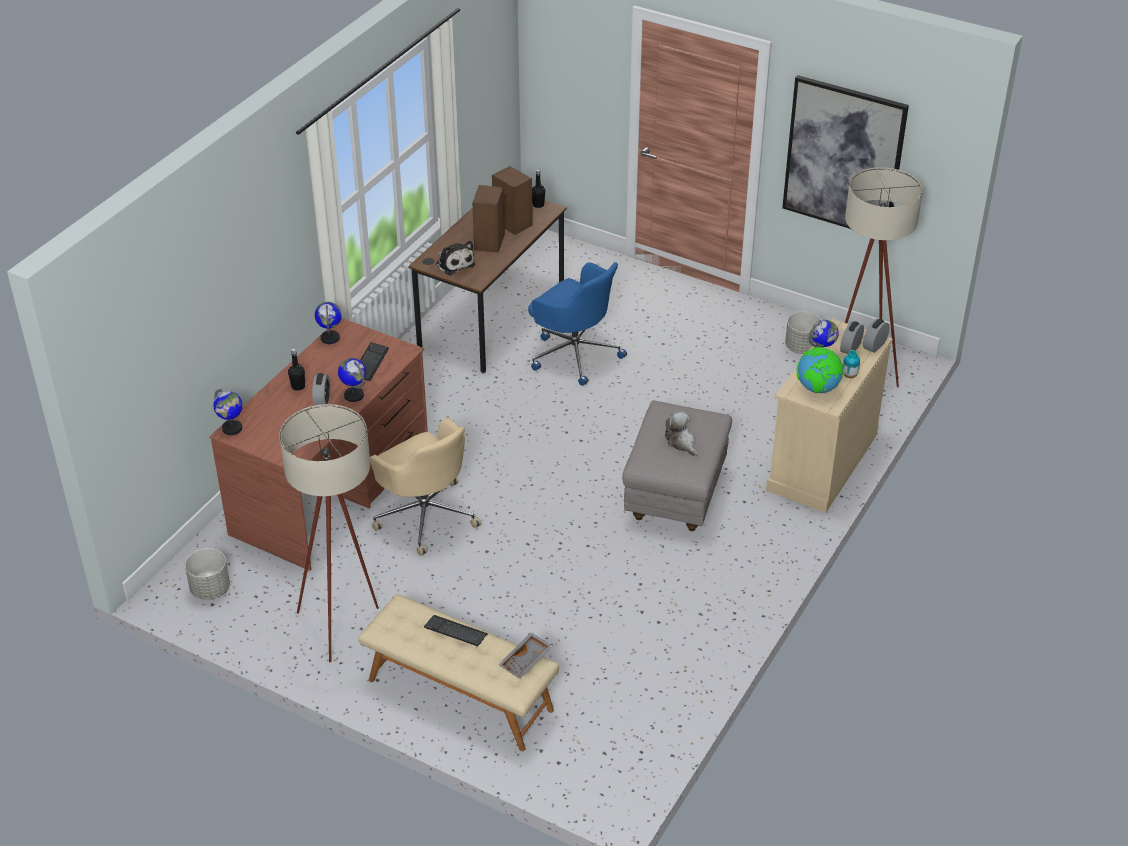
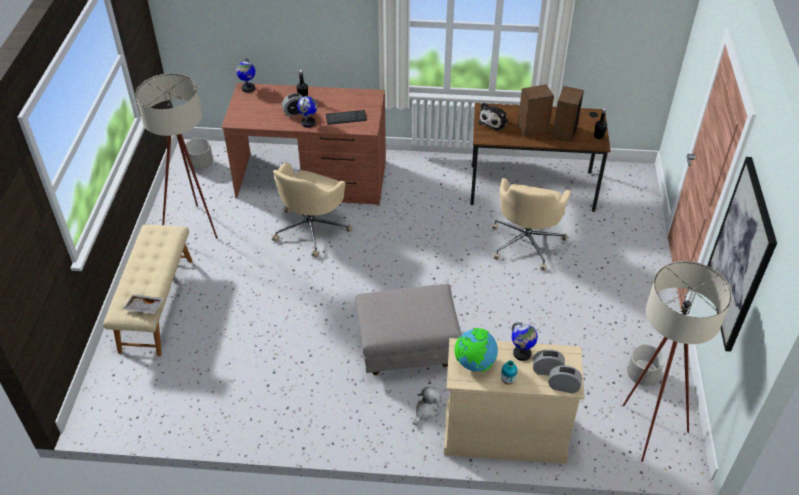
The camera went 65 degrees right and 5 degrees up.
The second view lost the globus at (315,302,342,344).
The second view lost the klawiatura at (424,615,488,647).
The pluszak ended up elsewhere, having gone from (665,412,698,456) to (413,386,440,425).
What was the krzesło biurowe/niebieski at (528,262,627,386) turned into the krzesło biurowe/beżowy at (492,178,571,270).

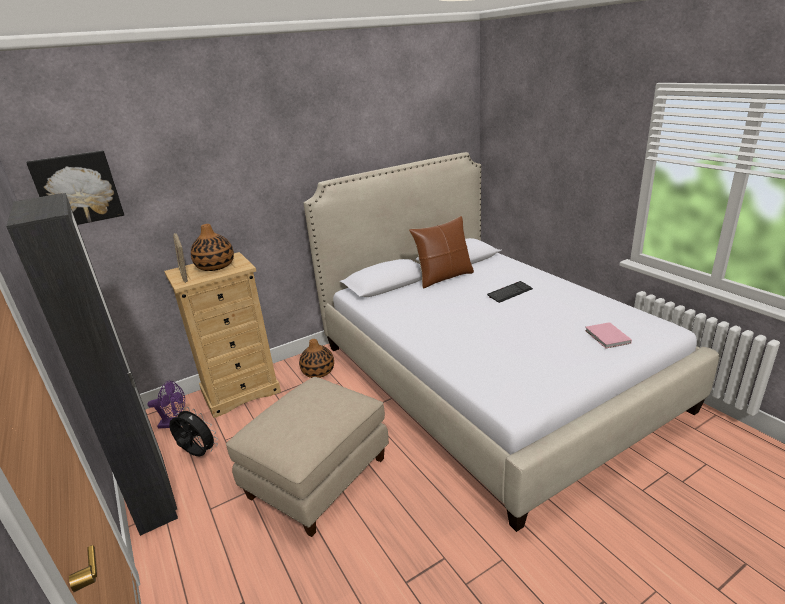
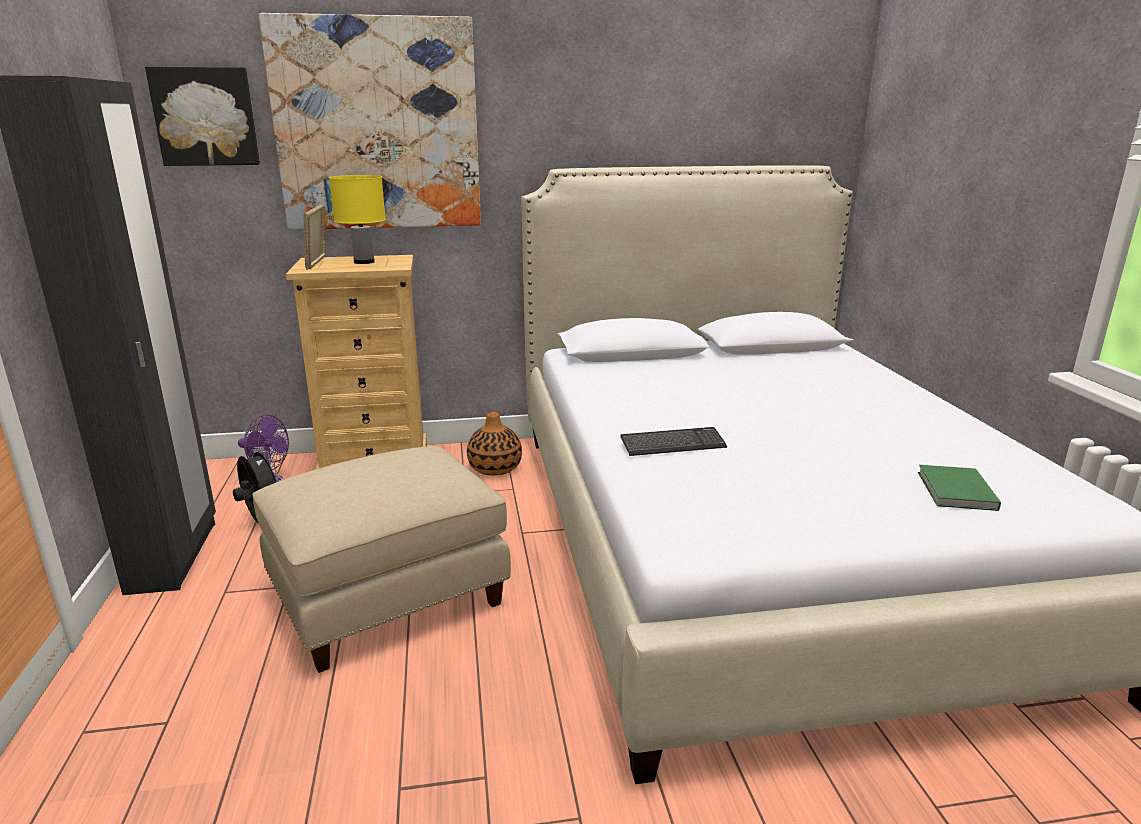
The camera went 20 degrees right and 5 degrees down.
The second view lost the poduszka/brązowy at (409,216,474,289).
The second view gained the obraz at (258,13,481,230).
The klawiatura ended up elsewhere, having gone from (487,281,533,303) to (620,427,727,456).
Where the wazon stood at (191,224,234,271), the lampa stołowa/żółty came to stand at (329,175,386,264).
What was the książka/różowy at (585,322,632,349) turned into the książka/zielony at (918,465,1001,511).

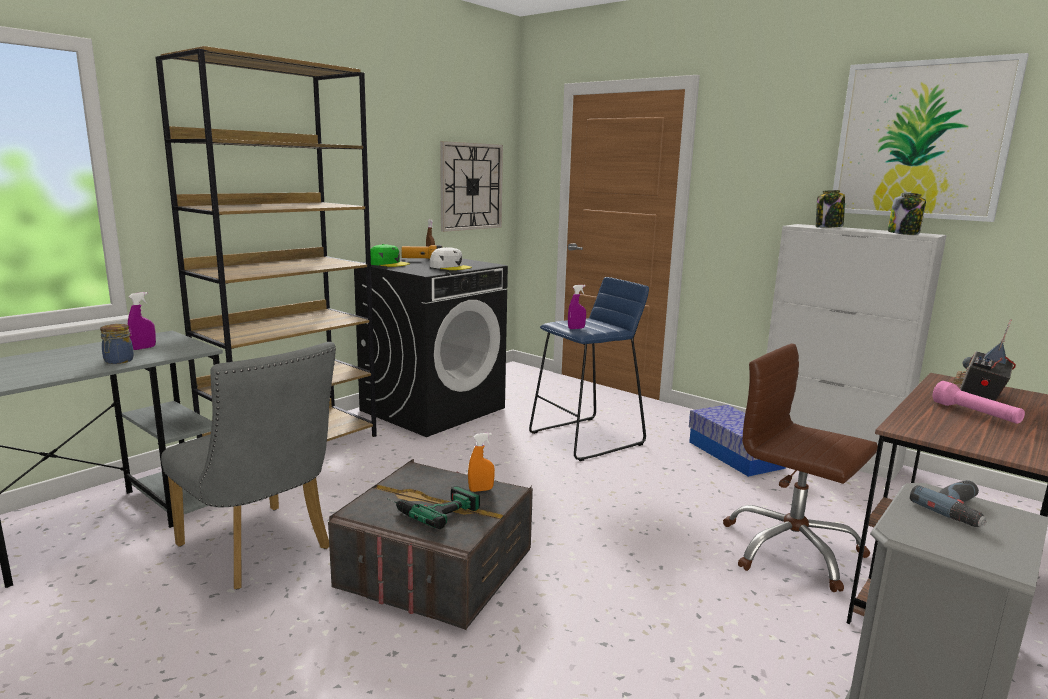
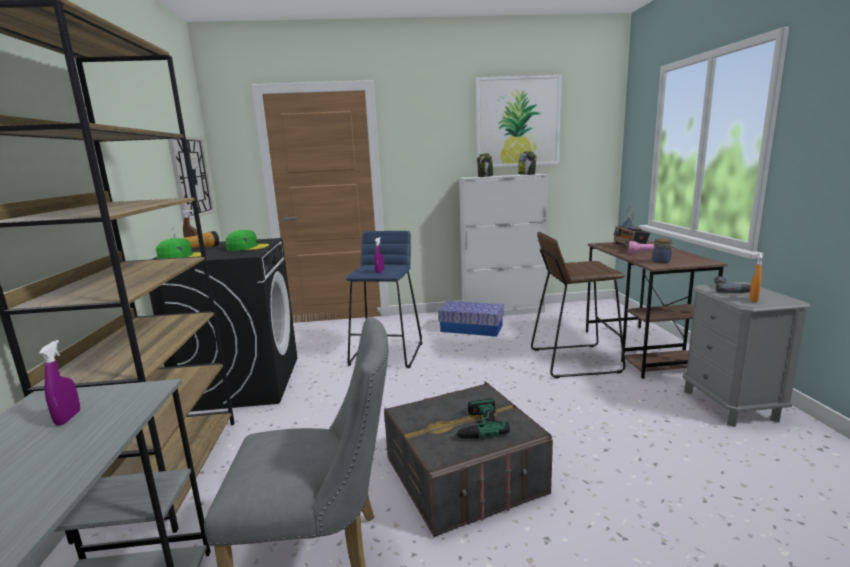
The camera went 45 degrees left and 0 degrees up.
The słoik ended up elsewhere, having gone from (100,324,134,364) to (652,239,674,264).
The spryskiwacz/pomarańczowy ended up elsewhere, having gone from (468,433,495,492) to (749,253,762,302).
Where the krzesło biurowe/brązowy stood at (723,343,878,592), the stołek/brązowy came to stand at (531,232,625,378).
What was the czapka z daszkiem/biały at (430,247,472,270) turned into the czapka z daszkiem/zielony at (226,230,269,251).

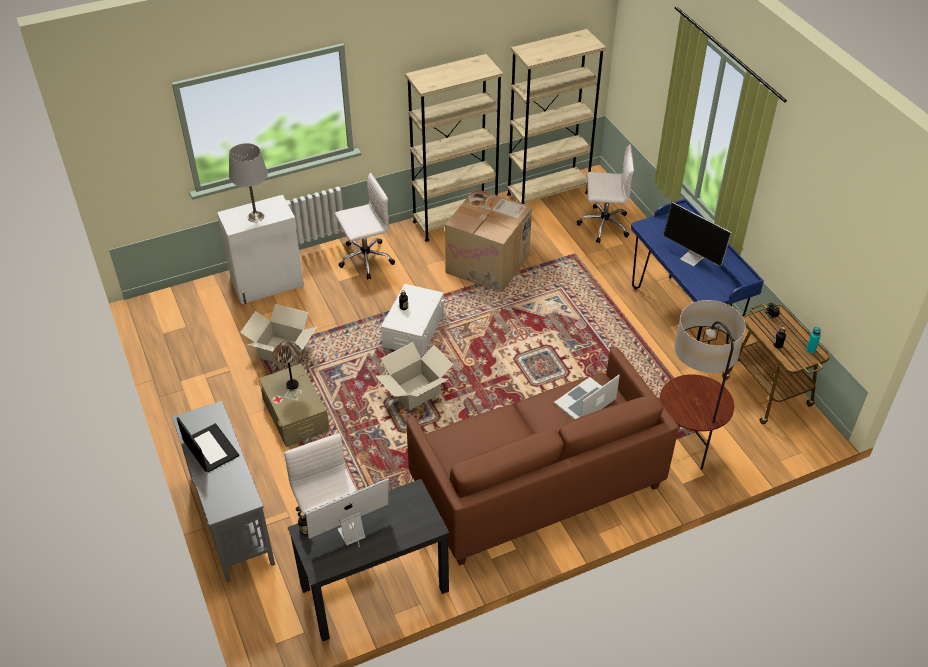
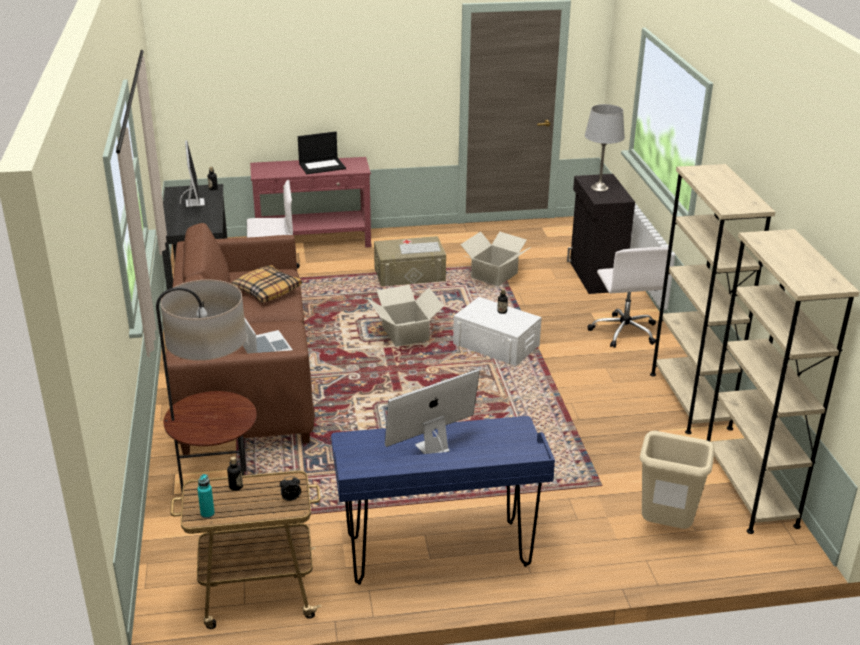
The camera went 105 degrees right and 15 degrees down.
The second view lost the karton at (445,189,532,292).
The second view gained the poduszka at (231,265,301,303).
Where the lampa stołowa stood at (273,341,301,390), the klawiatura came to stand at (399,242,441,254).
Where the krzesło biurowe/biały stood at (577,144,634,243), the kosz na śmieci/beżowy came to stand at (640,431,714,529).
What was the stolik konsolowy/szary at (172,401,275,583) turned into the stolik konsolowy/czerwony at (250,157,371,248).
What was the szafka/biały at (217,195,304,304) turned into the szafka/czarny at (567,174,635,294).

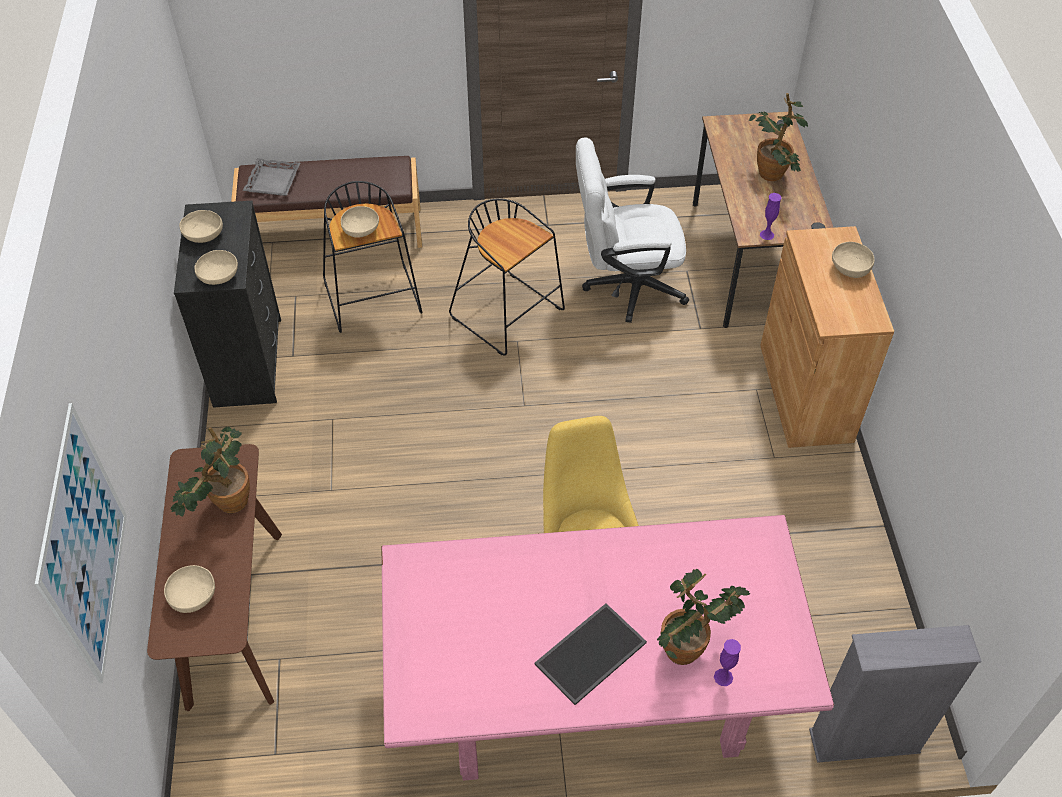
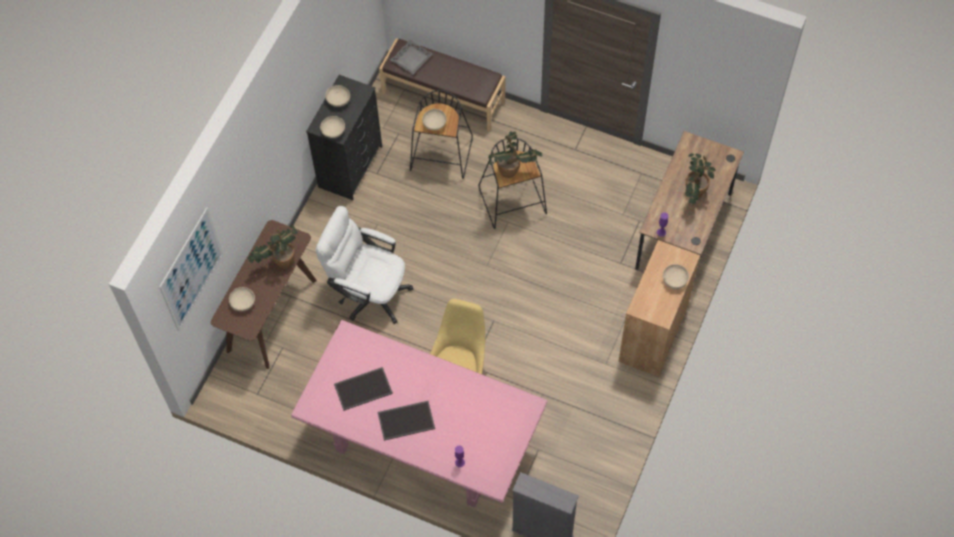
The camera went 30 degrees right and 10 degrees up.
The second view gained the taca at (334,367,393,411).
The krzesło biurowe/biały ended up elsewhere, having gone from (576,138,689,323) to (316,206,413,324).
The roślina doniczkowa ended up elsewhere, having gone from (657,569,750,665) to (489,131,543,178).

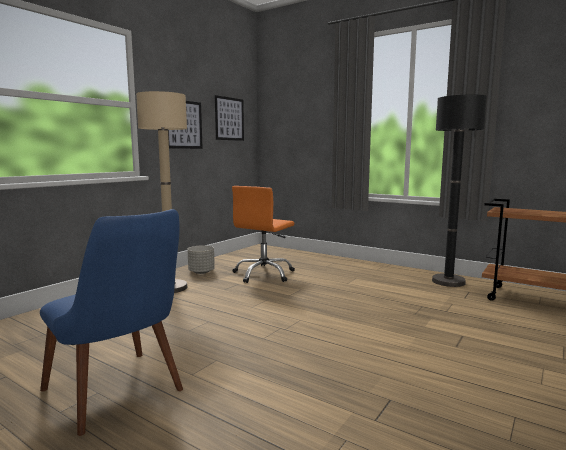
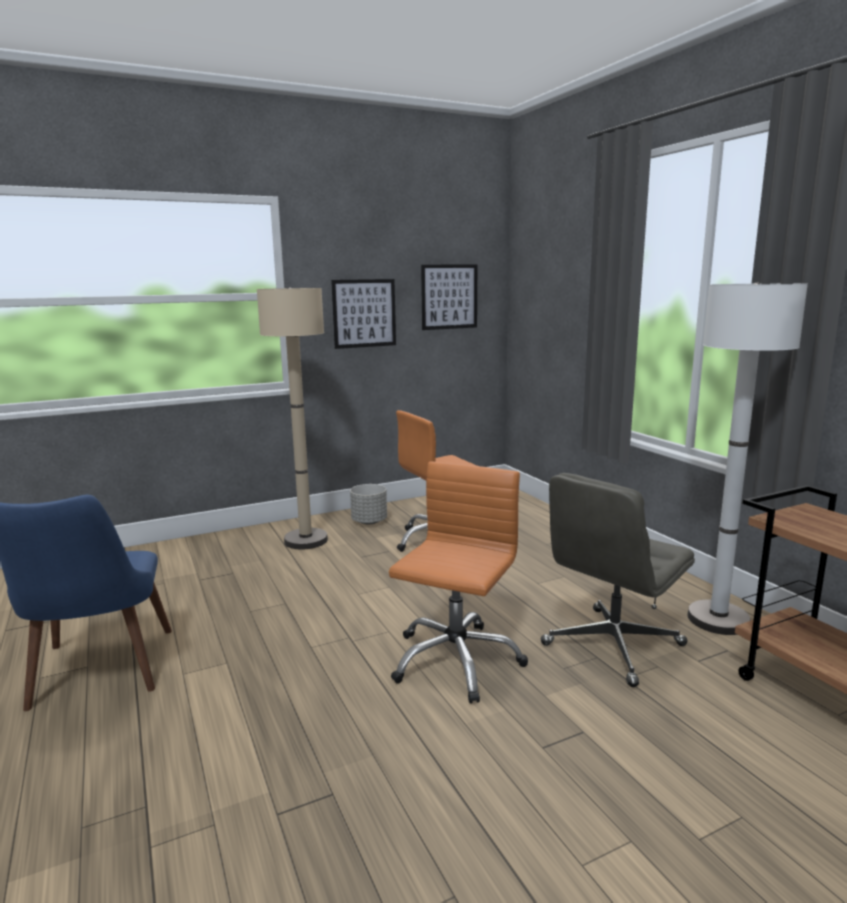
The camera went 30 degrees right and 5 degrees up.
The second view gained the krzesło biurowe/pomarańczowy at (389,461,528,704).
The second view gained the krzesło biurowe/szary at (541,473,695,687).
What was the lampa stojąca/czarny at (432,95,487,287) turned into the lampa stojąca/biały at (688,283,808,635).

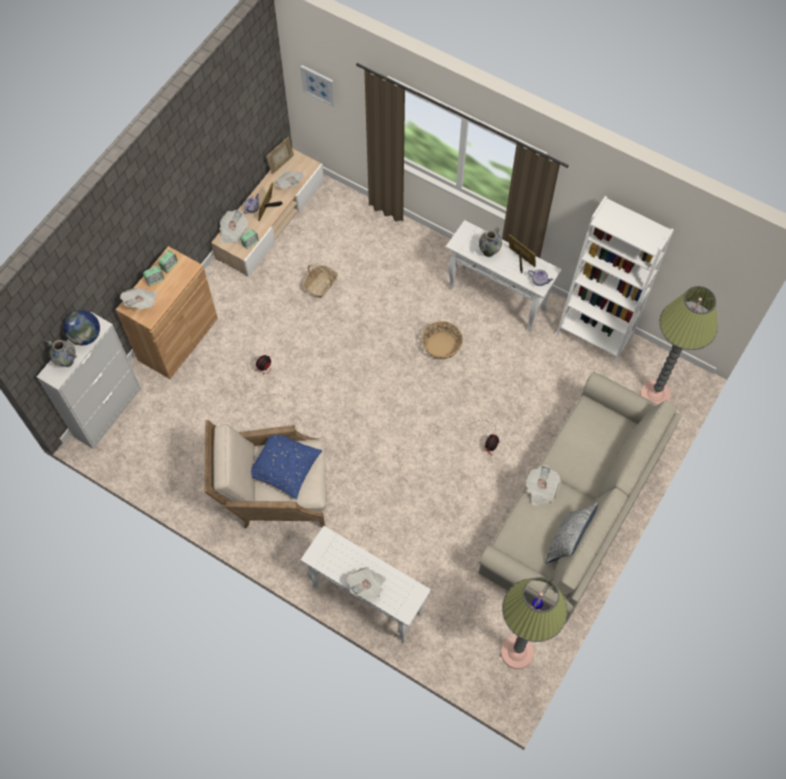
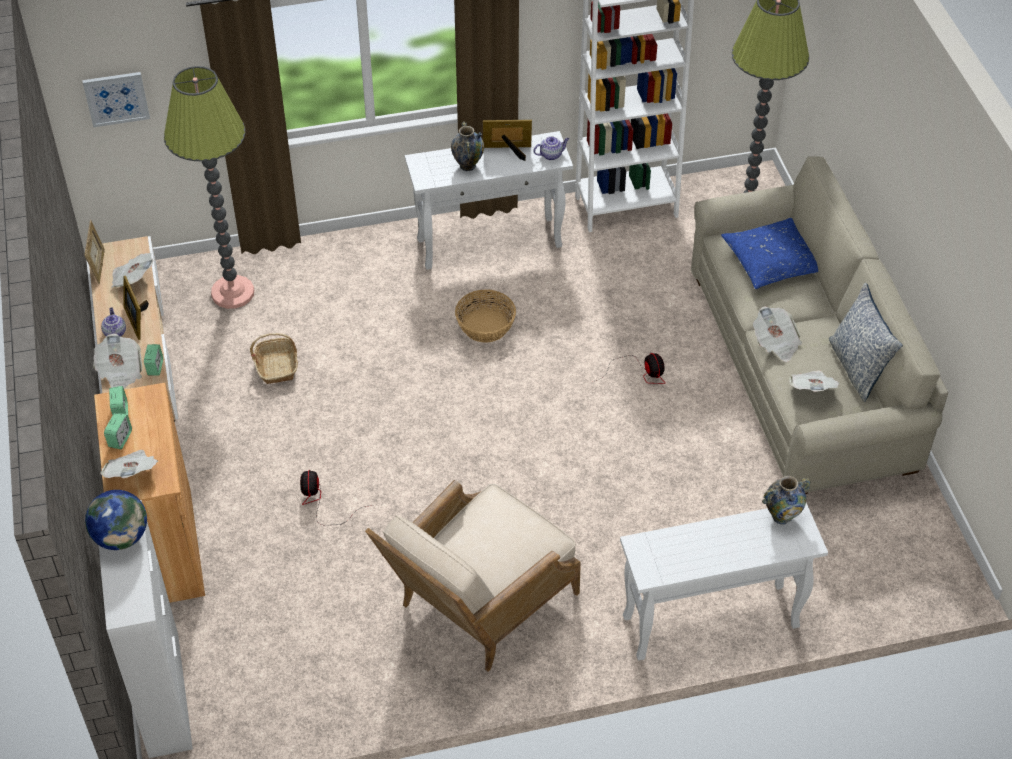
The camera went 45 degrees left and 15 degrees down.
The wazon ended up elsewhere, having gone from (46,340,77,367) to (762,476,811,525).
The poduszka/niebieski ended up elsewhere, having gone from (251,435,322,500) to (721,218,818,289).
The gazeta ended up elsewhere, having gone from (347,567,386,600) to (790,370,840,392).
The lampa stojąca ended up elsewhere, having gone from (501,577,567,669) to (164,66,254,309).

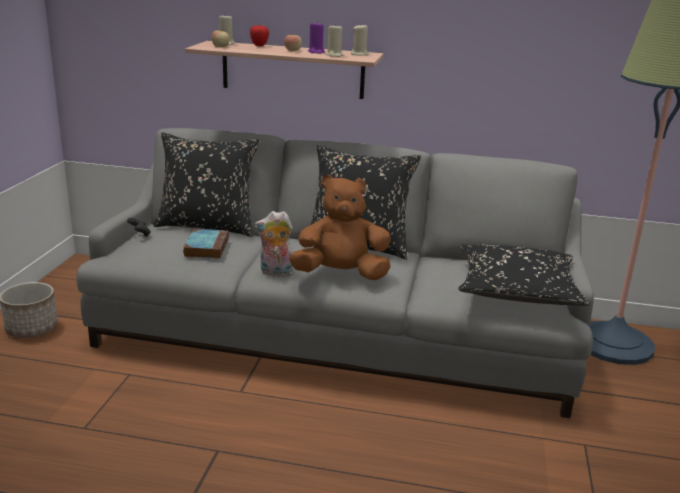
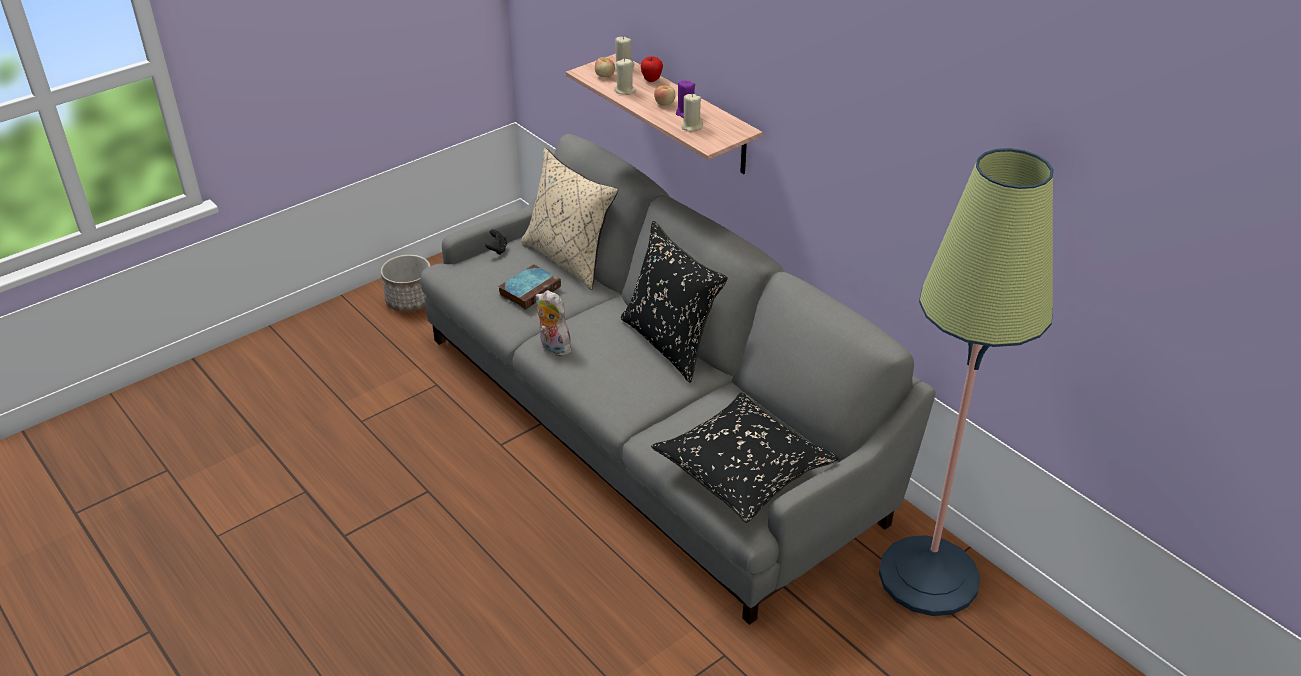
The camera went 40 degrees right and 15 degrees up.
The second view lost the pluszak/brązowy at (289,175,391,280).
The świeca/beżowy ended up elsewhere, having gone from (351,25,369,56) to (615,59,636,95).
What was the poduszka/czarny at (153,132,260,237) turned into the poduszka/beżowy at (521,148,618,290).

